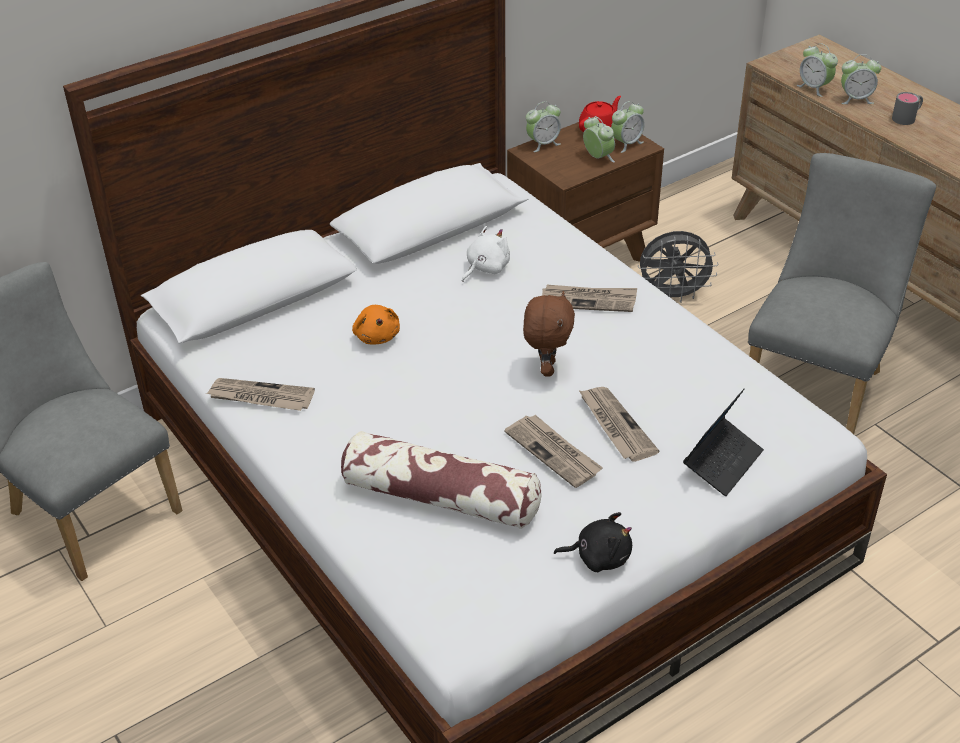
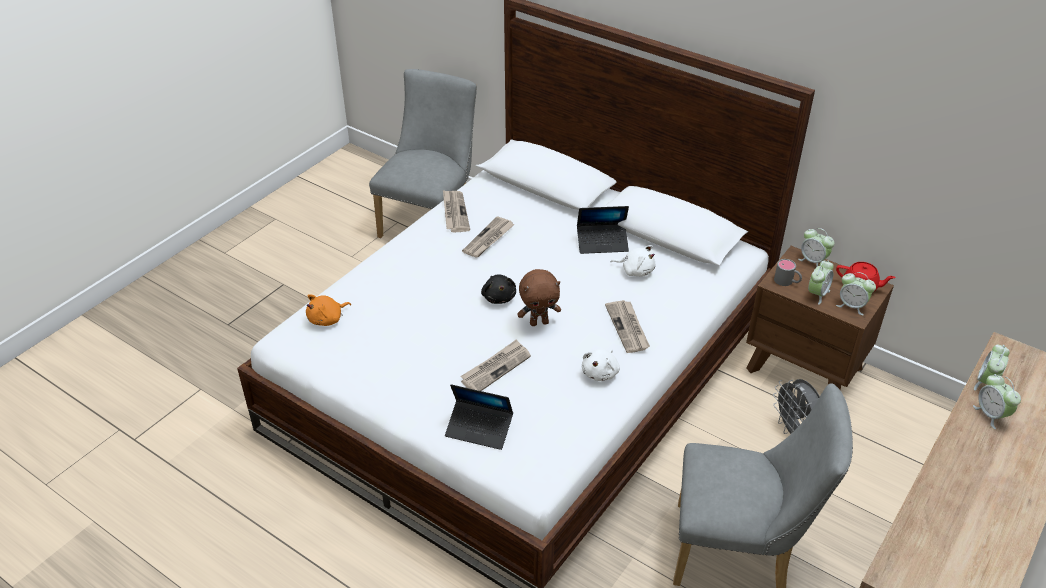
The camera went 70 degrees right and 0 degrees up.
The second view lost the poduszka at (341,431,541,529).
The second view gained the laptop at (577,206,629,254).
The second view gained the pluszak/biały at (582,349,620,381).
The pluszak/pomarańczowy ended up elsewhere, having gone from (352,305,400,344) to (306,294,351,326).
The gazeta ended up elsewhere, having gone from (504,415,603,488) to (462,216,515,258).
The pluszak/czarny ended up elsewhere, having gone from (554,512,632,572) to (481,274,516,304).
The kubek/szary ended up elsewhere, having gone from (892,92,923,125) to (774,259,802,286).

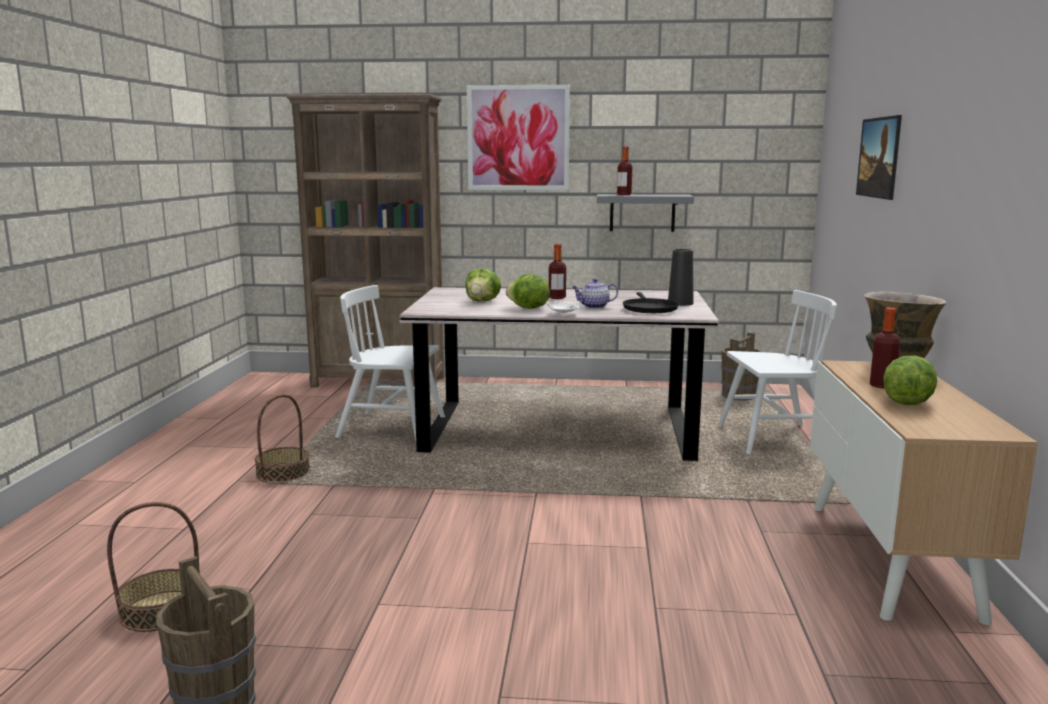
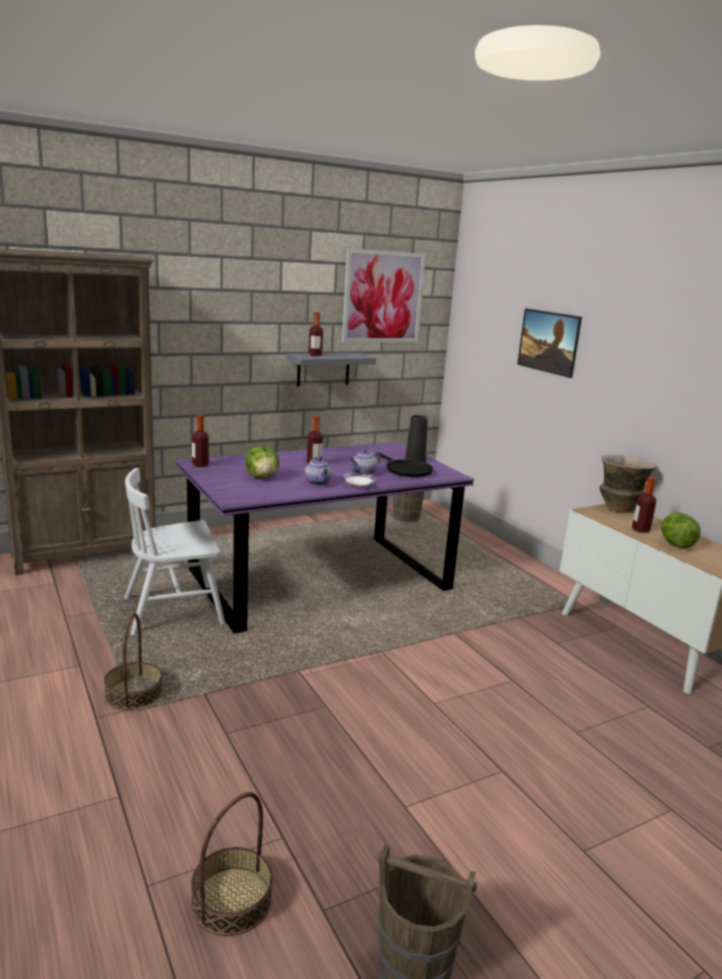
The camera went 35 degrees left and 5 degrees up.
The second view lost the krzesło/biały at (718,290,837,454).
The second view gained the butelka at (192,415,209,467).
The obraz ended up elsewhere, having gone from (467,85,570,190) to (342,249,426,343).
Where the sałata stood at (506,274,550,309), the imbryk came to stand at (305,457,332,485).
What was the stół jadalny/szary at (399,287,719,461) turned into the stół jadalny/fioletowy at (176,442,474,634).

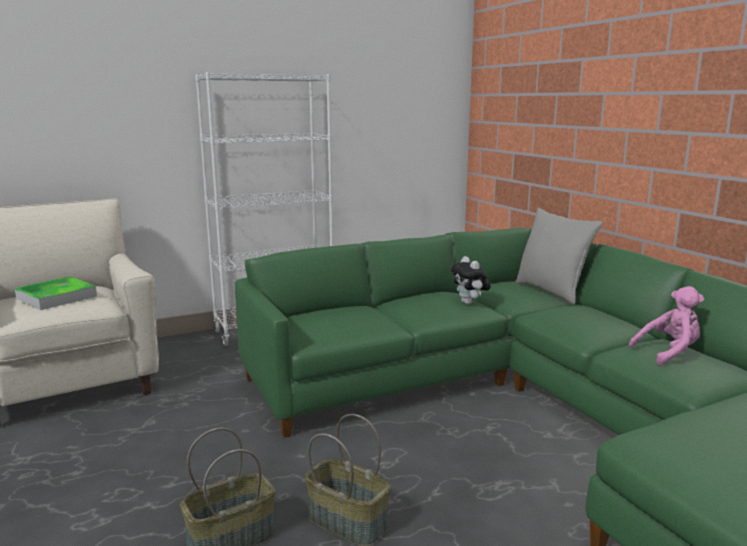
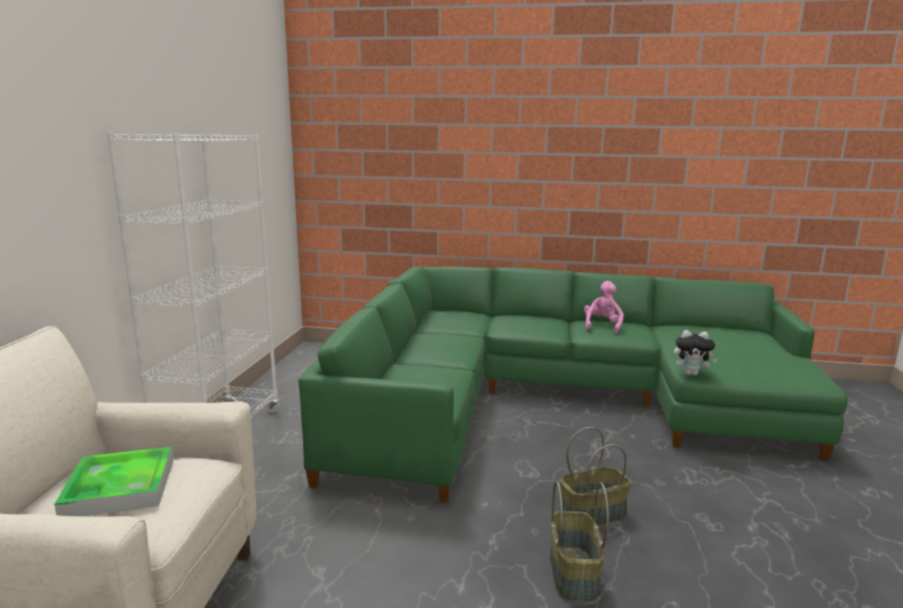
The camera went 55 degrees left and 0 degrees up.
The second view lost the poduszka/szary at (515,208,603,304).
The pluszak ended up elsewhere, having gone from (451,256,491,305) to (674,330,718,376).

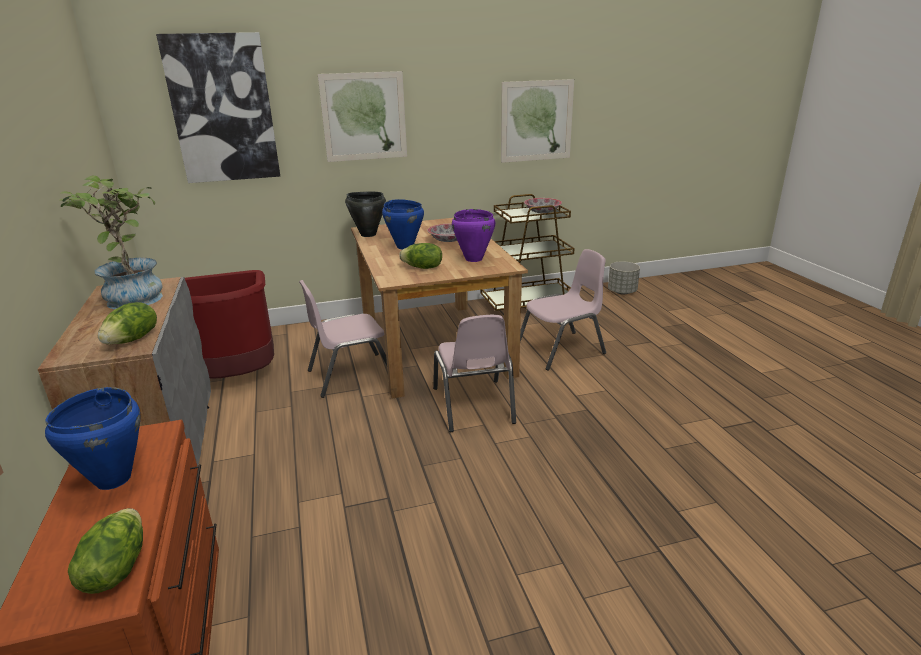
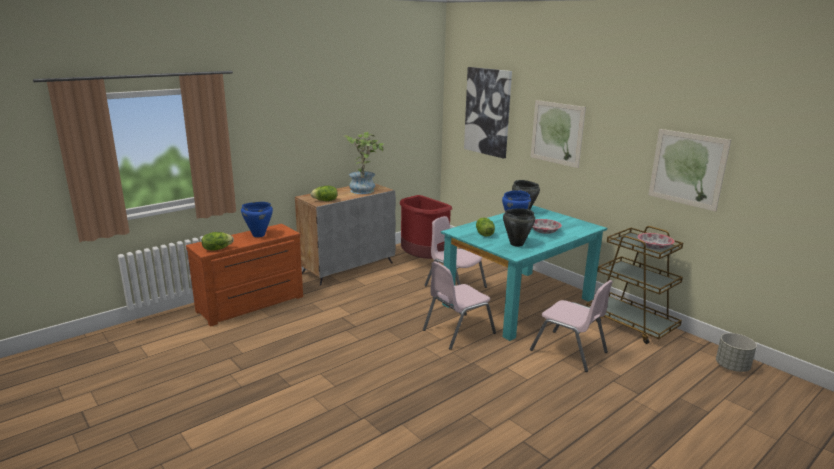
The camera went 65 degrees right and 5 degrees down.
What was the stół jadalny/brązowy at (351,218,528,398) turned into the stół jadalny/turkusowy at (441,205,607,341).
What was the garnek/fioletowy at (452,209,495,262) turned into the garnek/czarny at (503,208,535,247).

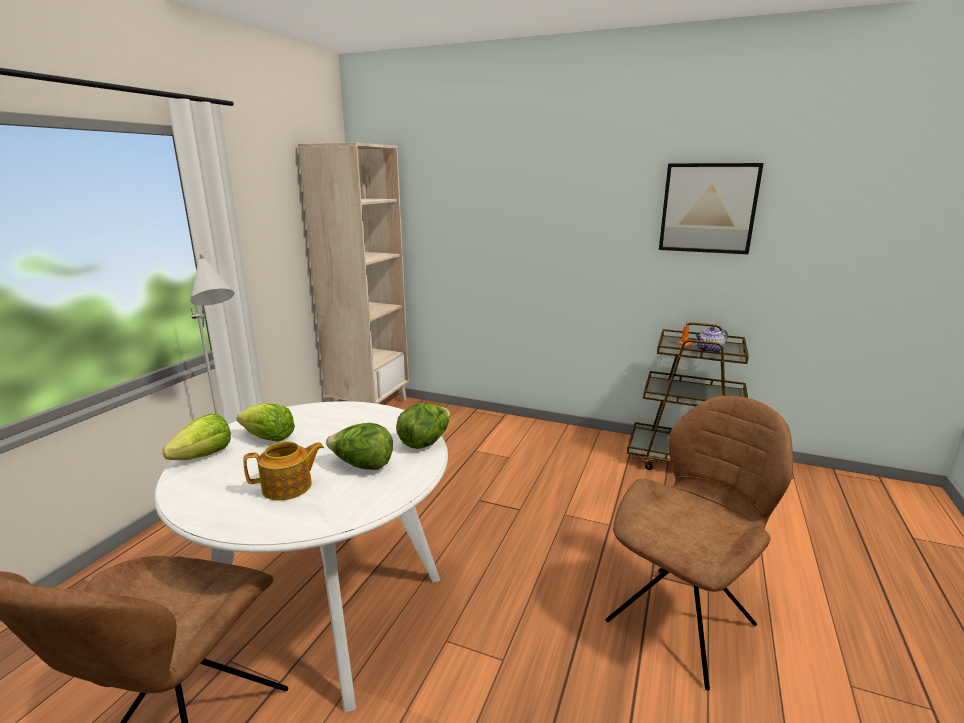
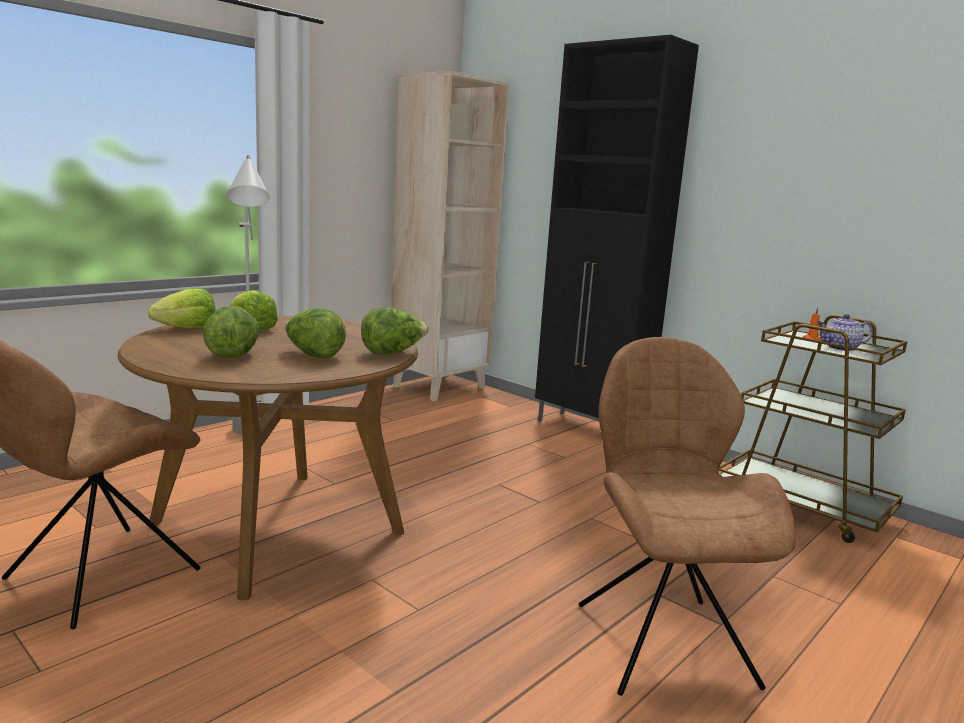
The camera went 20 degrees right and 5 degrees down.
The second view lost the obraz at (659,163,764,254).
The second view gained the szafka/czarny at (535,35,699,422).
Where the imbryk stood at (243,441,324,500), the sałata came to stand at (203,307,260,358).
What was the stół jadalny/biały at (154,401,448,712) turned into the stół jadalny/brązowy at (118,316,418,600).
The krzesło/brązowy at (605,396,793,690) ended up facing another way, 75 degrees counterclockwise from before.

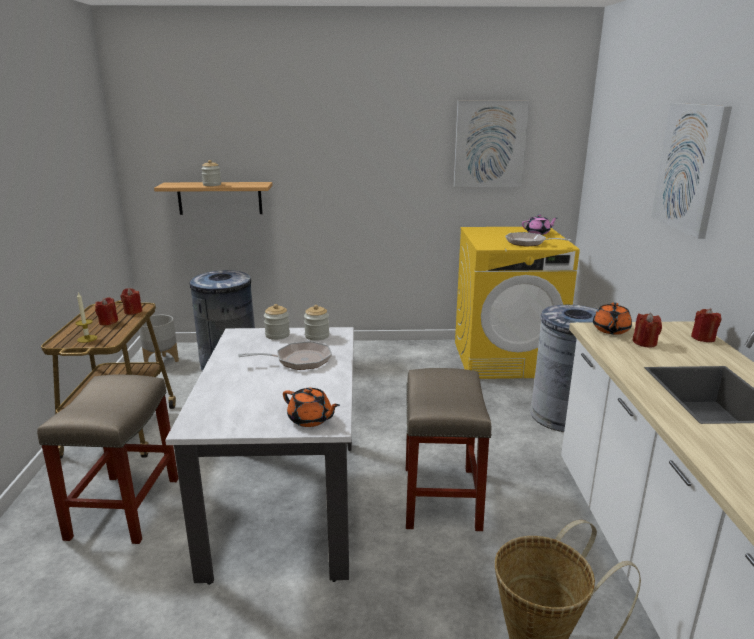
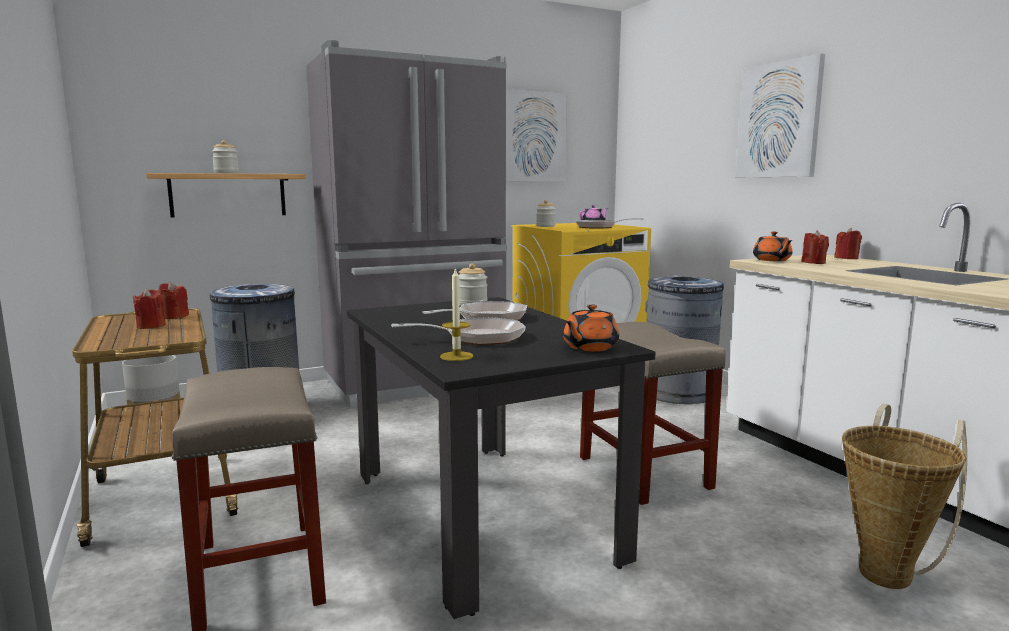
The camera went 25 degrees left and 10 degrees down.
The second view gained the lodówka/szary at (306,40,507,409).
The second view gained the patelnia at (391,317,526,345).
The świeca ended up elsewhere, having gone from (76,292,97,343) to (440,267,473,361).
The słoik ended up elsewhere, having gone from (264,304,290,340) to (536,200,555,227).
What was the stół jadalny/biały at (165,327,354,585) turned into the stół jadalny/czarny at (346,297,656,619).
The imbryk/pomarańczowy at (283,387,340,427) ended up facing another way, 120 degrees clockwise from before.

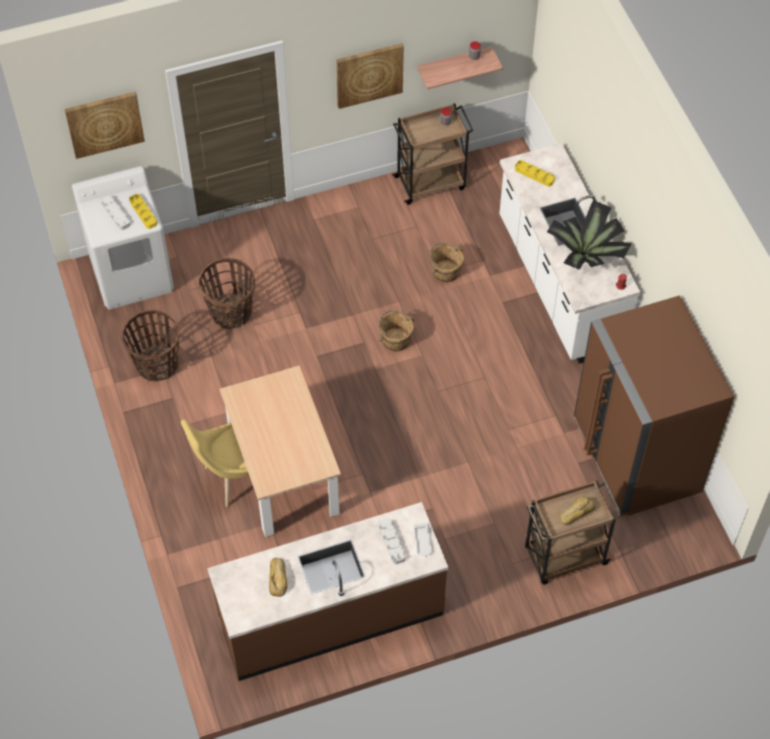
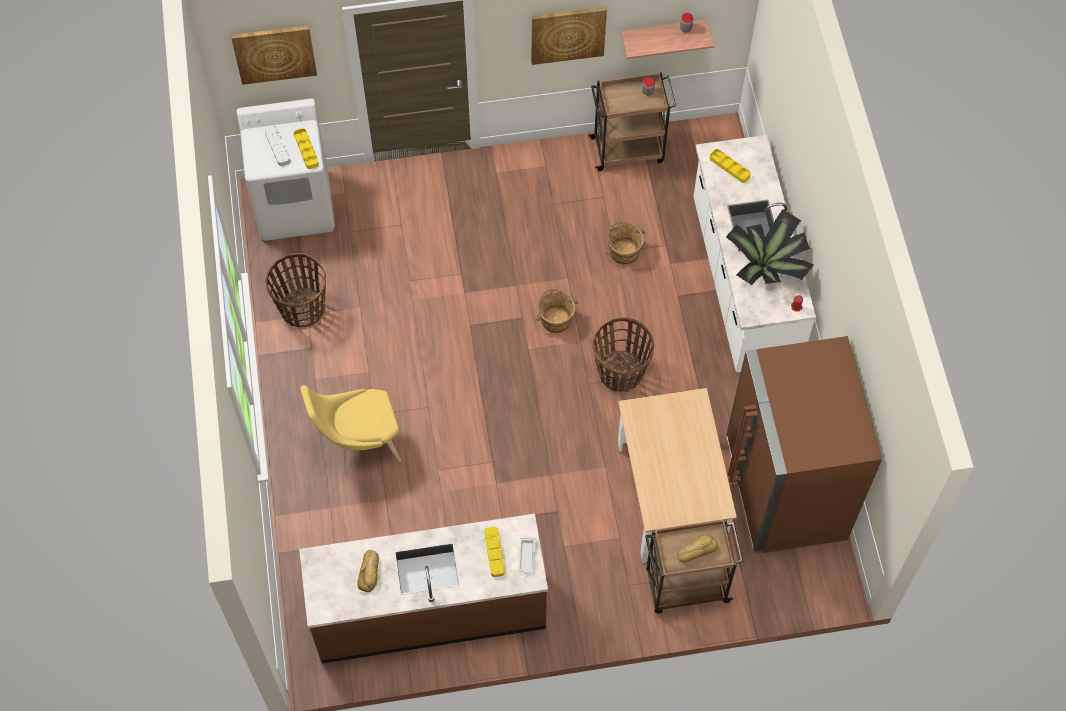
The camera went 10 degrees right and 5 degrees up.
The koszyk ended up elsewhere, having gone from (199,258,255,329) to (593,318,654,392).
The stół jadalny/beżowy ended up elsewhere, having gone from (220,365,341,537) to (618,388,737,563).
What was the taca/szary at (379,519,405,564) turned into the taca/żółty at (484,527,505,577).

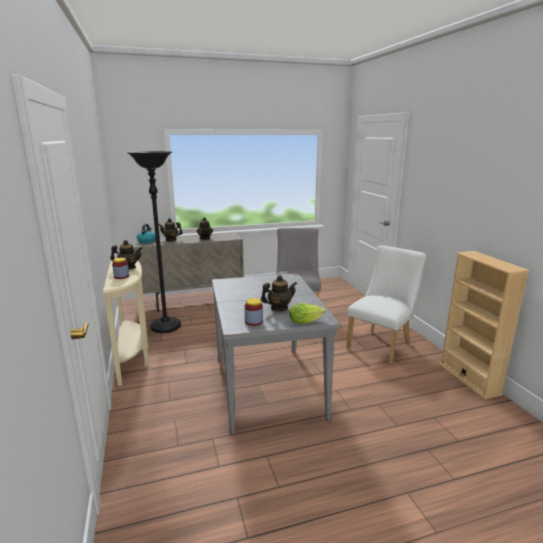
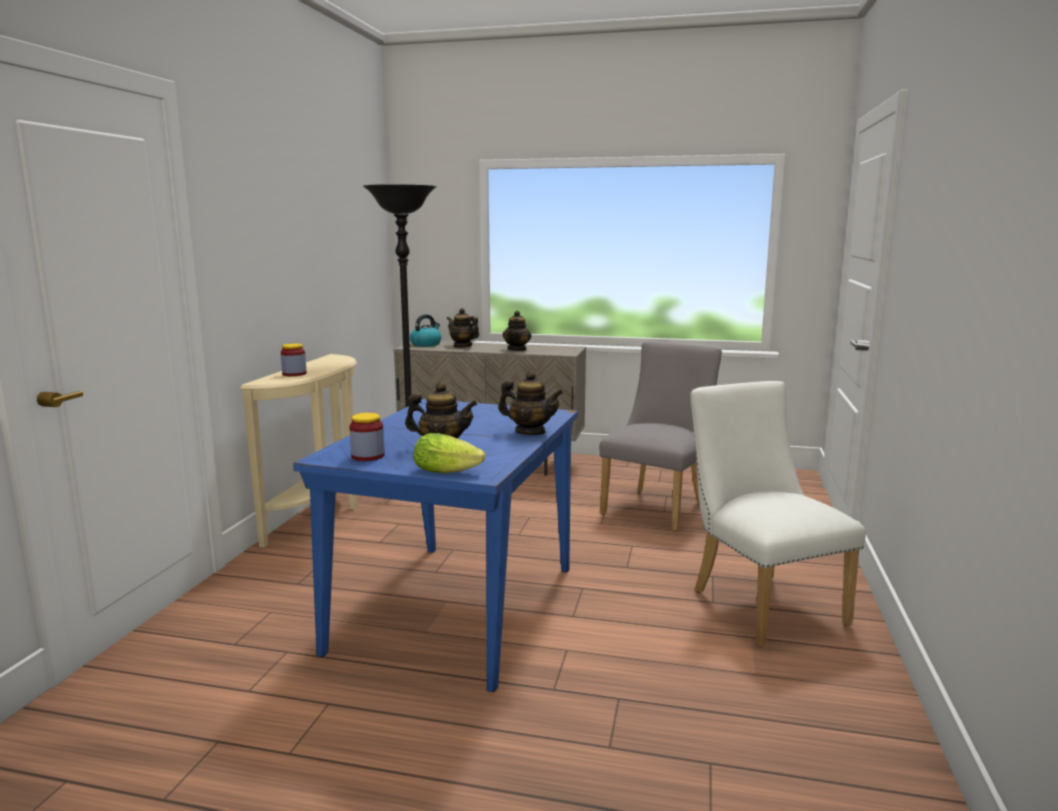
The camera went 30 degrees right and 5 degrees down.
The second view lost the regał/beżowy at (439,251,530,400).
The imbryk ended up elsewhere, having gone from (110,240,143,269) to (498,371,563,435).
What was the stół jadalny/szary at (212,274,341,435) turned into the stół jadalny/niebieski at (293,399,578,692).
The krzesło/biały at (346,246,426,364) ended up facing another way, 90 degrees counterclockwise from before.

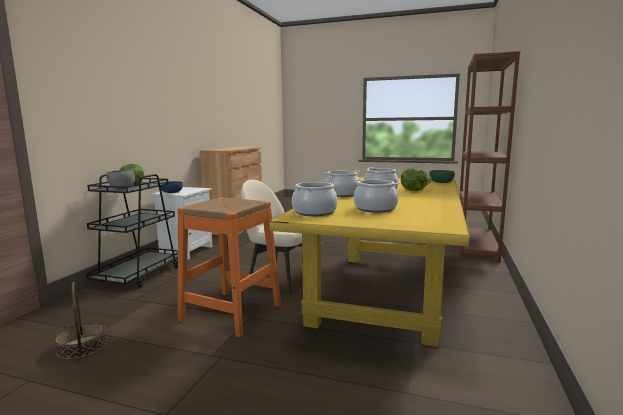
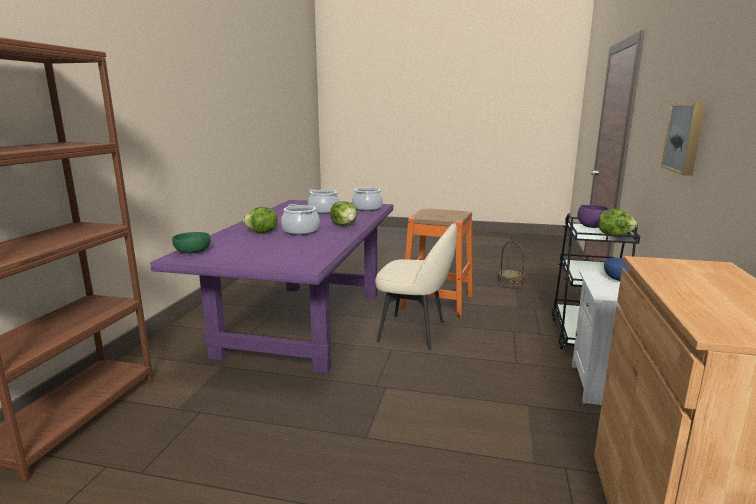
The camera went 175 degrees right and 5 degrees up.
The second view gained the obraz at (661,103,706,176).
Where the garnek stood at (324,170,360,197), the sałata came to stand at (330,201,358,226).
What was the miska/szary at (106,170,135,189) turned into the miska/fioletowy at (577,205,609,228).
What was the stół jadalny/żółty at (269,177,470,347) turned into the stół jadalny/fioletowy at (150,200,393,374).

